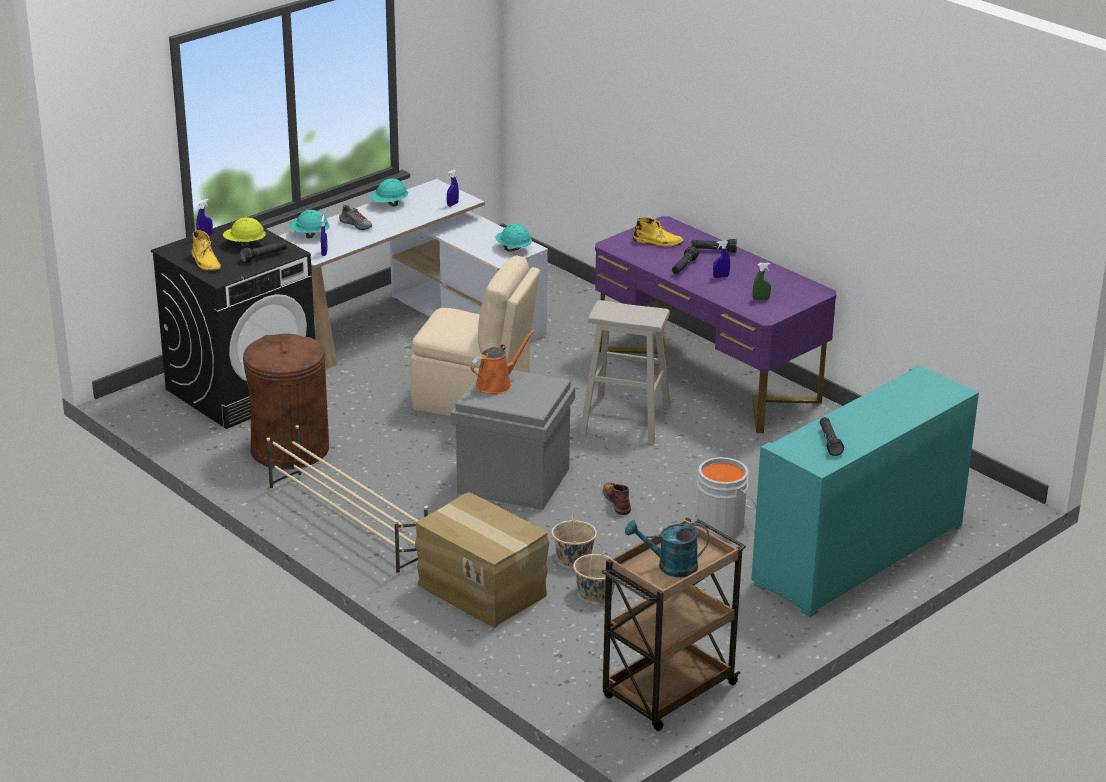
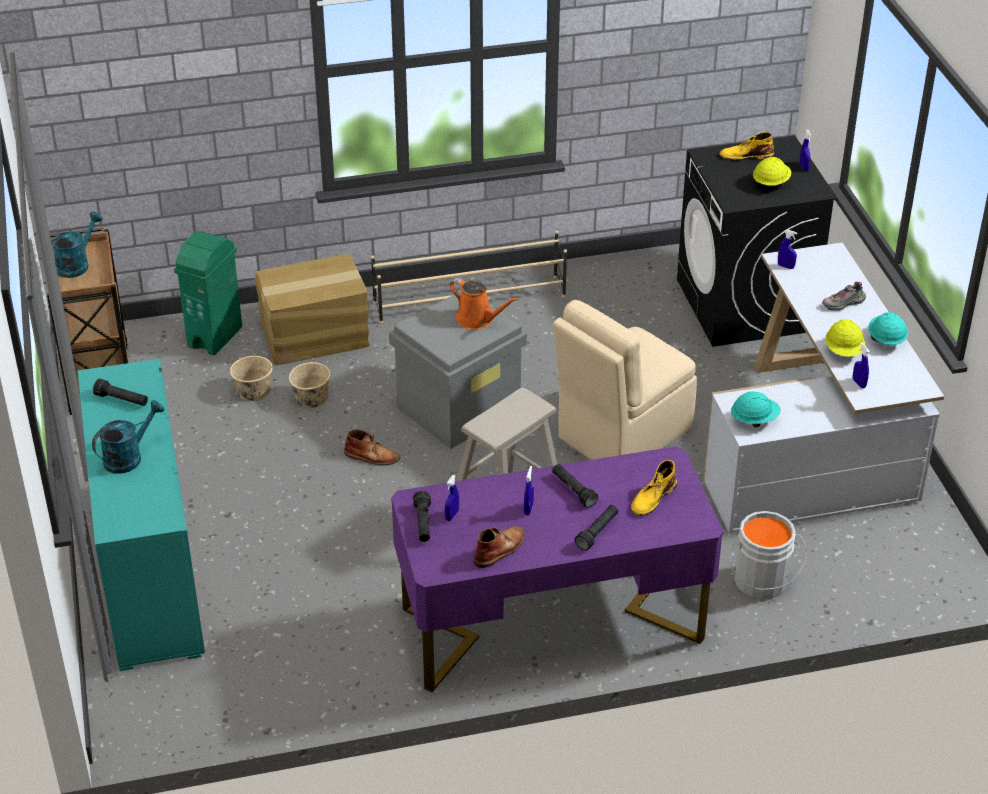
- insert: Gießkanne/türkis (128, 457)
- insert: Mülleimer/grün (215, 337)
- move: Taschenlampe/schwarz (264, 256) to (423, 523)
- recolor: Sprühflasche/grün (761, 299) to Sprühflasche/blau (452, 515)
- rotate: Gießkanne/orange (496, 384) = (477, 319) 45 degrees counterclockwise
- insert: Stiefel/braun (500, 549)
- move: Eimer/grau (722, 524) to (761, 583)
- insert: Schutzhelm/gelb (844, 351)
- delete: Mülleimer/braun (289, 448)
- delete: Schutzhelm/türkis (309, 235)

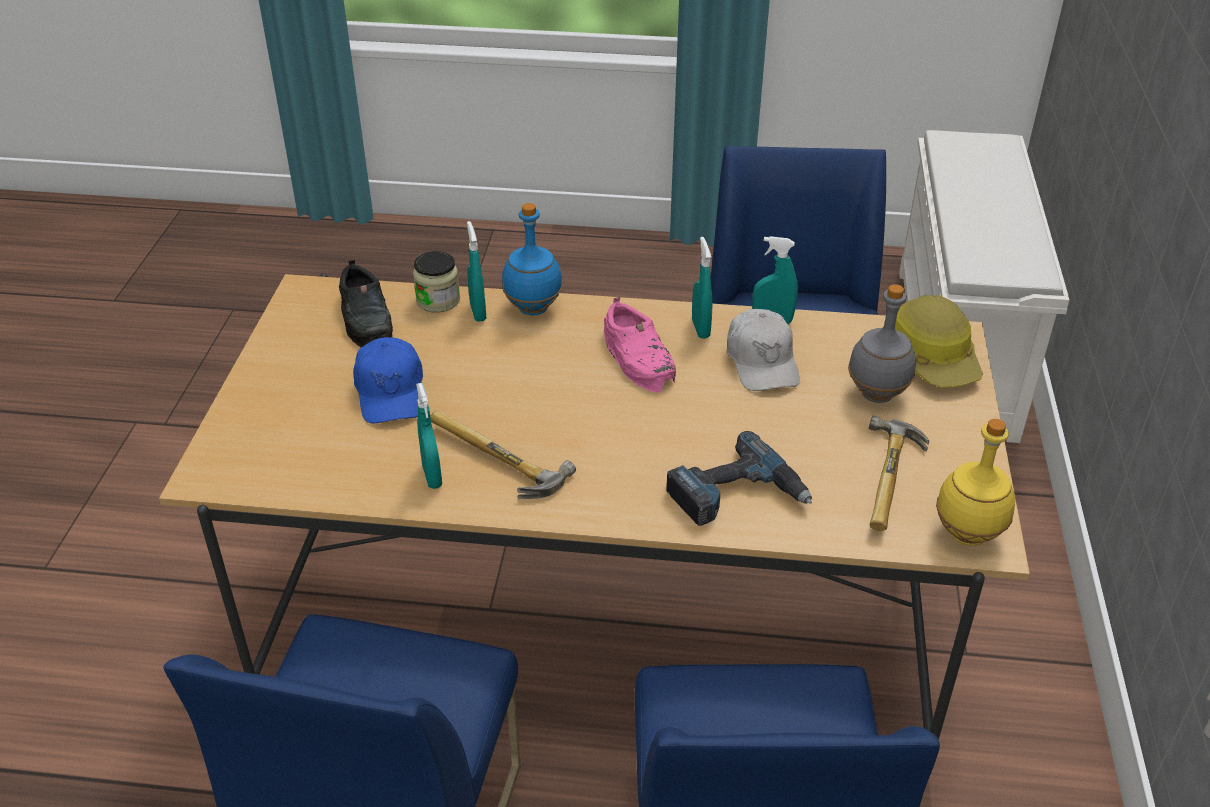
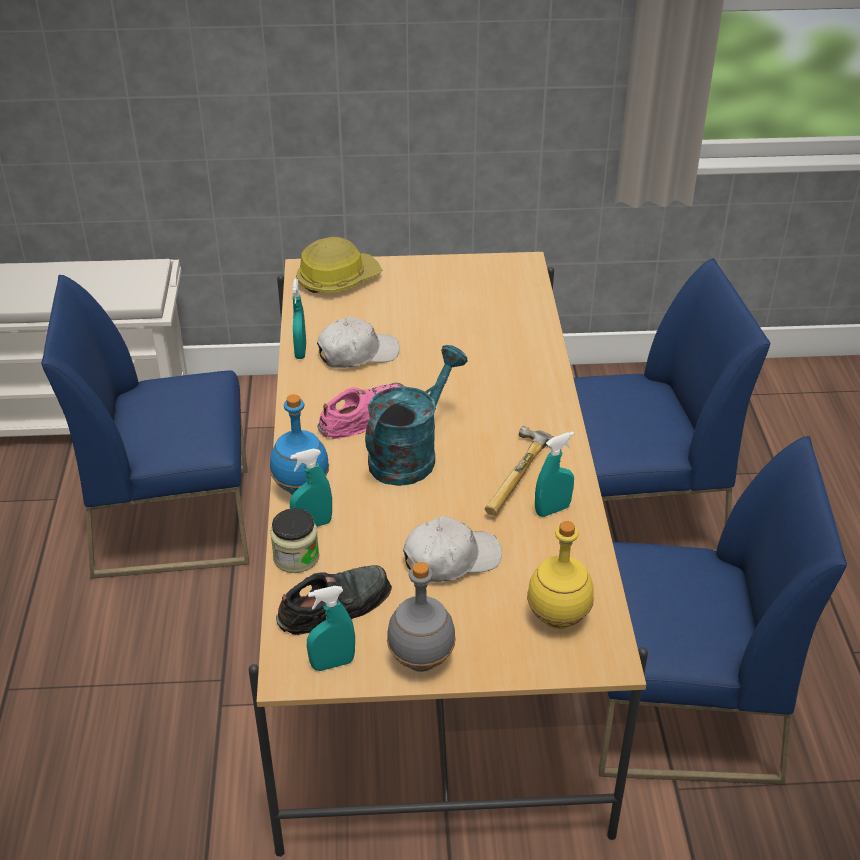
- move: Sprühflasche/türkis (700, 329) to (332, 663)
- insert: Gießkanne/türkis (410, 454)
- move: Flasche/grau (877, 394) to (420, 660)
- recolor: Kappe/blau (391, 392) to Kappe/weiß (450, 559)
- move: Flasche/gelb (966, 535) to (558, 619)
- delete: Bohrmaschine (737, 495)
- delete: Hammer (895, 481)

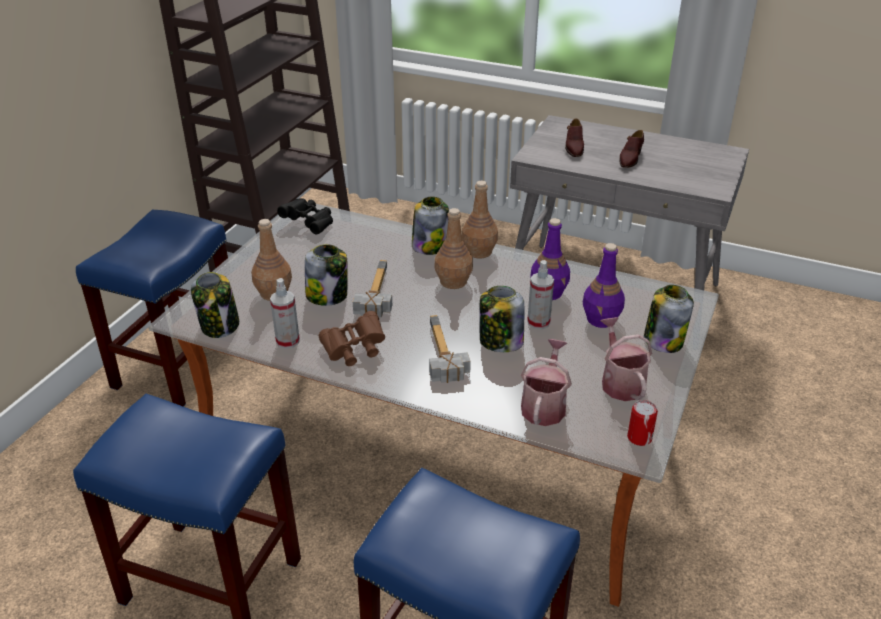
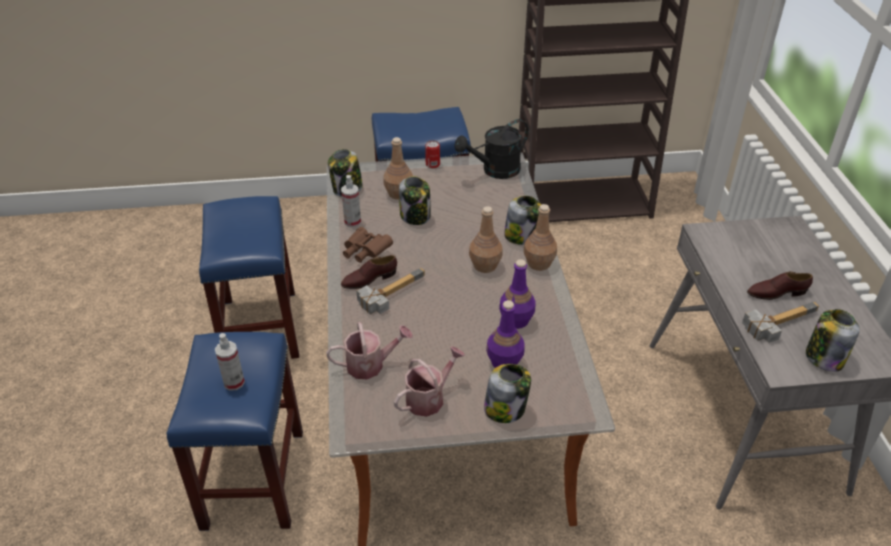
- move: Sprühflasche (538, 322) to (234, 382)
- move: Schuh/braun (573, 147) to (369, 279)
- move: Dose (639, 438) to (432, 164)
- replace: Fernglas/schwarz (309, 223) to Gießkanne/schwarz (495, 171)
- move: Hammer (372, 294) to (776, 321)
- move: Vorratsglas (500, 342) to (824, 357)

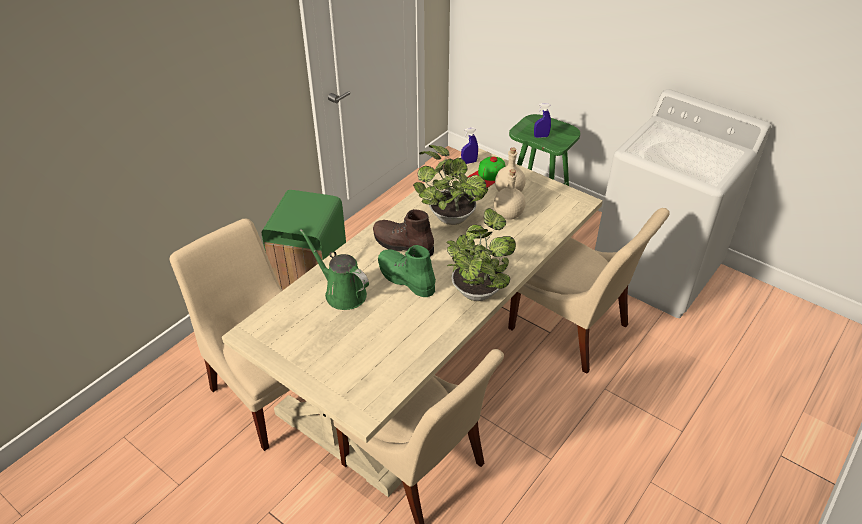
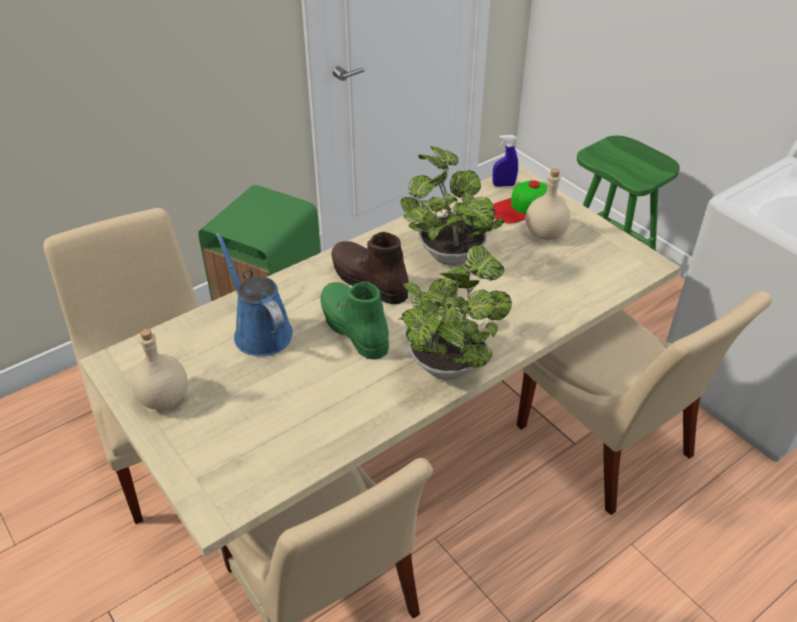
- move: Flasche/beige (508, 215) to (164, 399)
- recolor: Gießkanne/grün (342, 293) to Gießkanne/blau (260, 331)
- delete: Sprühflasche/blau (541, 136)

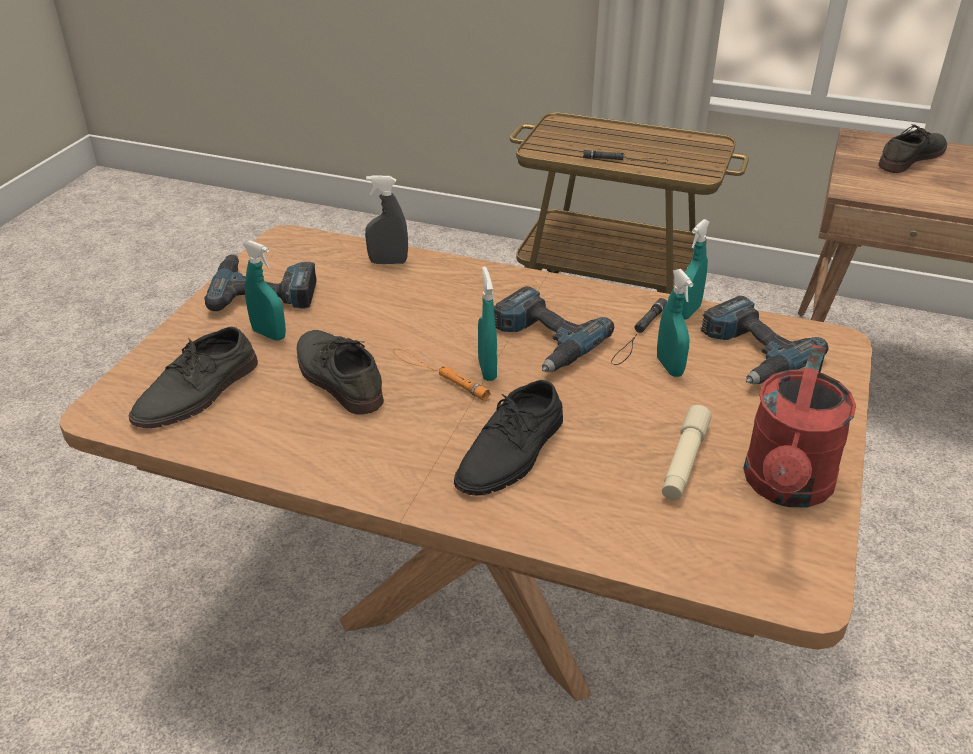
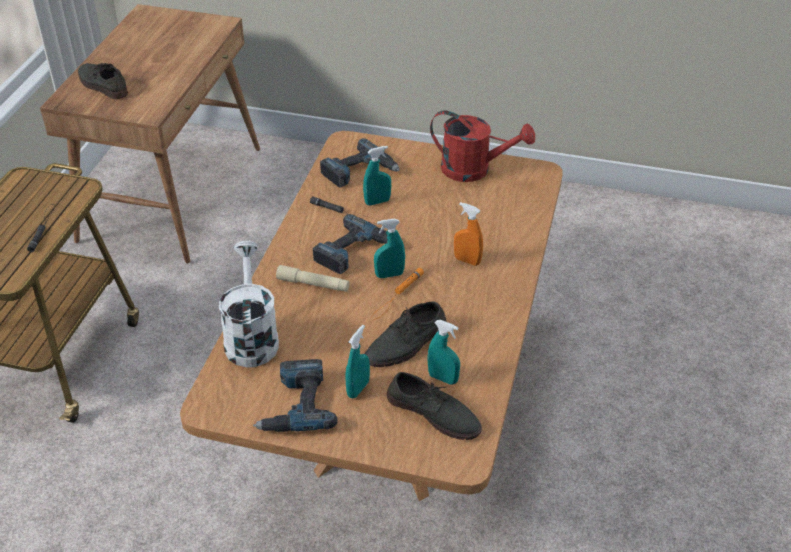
- replace: Sprühflasche/grau (388, 262) to Gießkanne/weiß (251, 337)
- move: Taschenlampe/beige (684, 461) to (313, 284)
- move: Sprühflasche/türkis (688, 312) to (443, 378)
- replace: Schuh/schwarz (512, 452) to Sprühflasche/orange (467, 260)

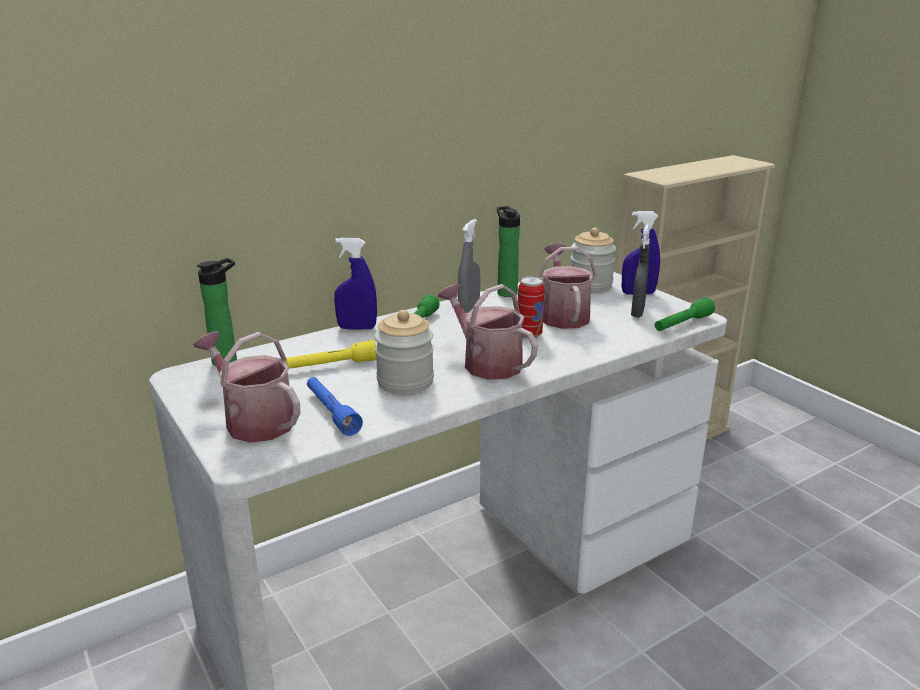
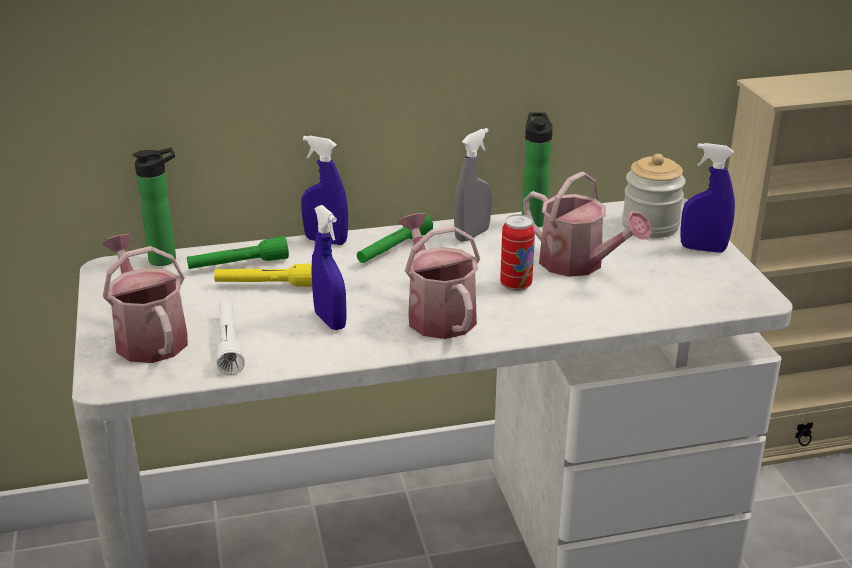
- move: Taschenlampe/grün (682, 324) to (238, 265)
- recolor: Taschenlampe/blau (331, 413) to Taschenlampe/weiß (229, 343)
- replace: Vorratsglas (405, 382) to Sprühflasche/blau (330, 321)
- rotate: Gießkanne (562, 315) = (579, 264) 120 degrees clockwise
- delete: Sprühflasche/grau (637, 312)

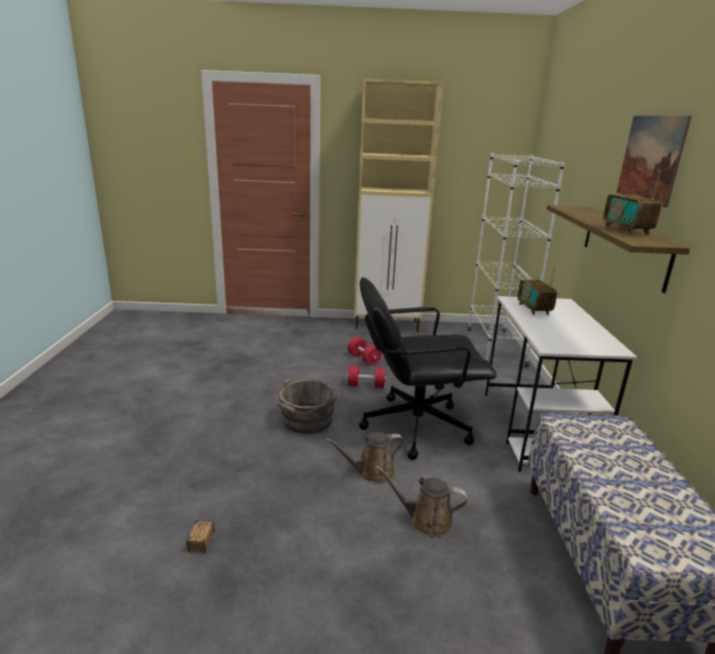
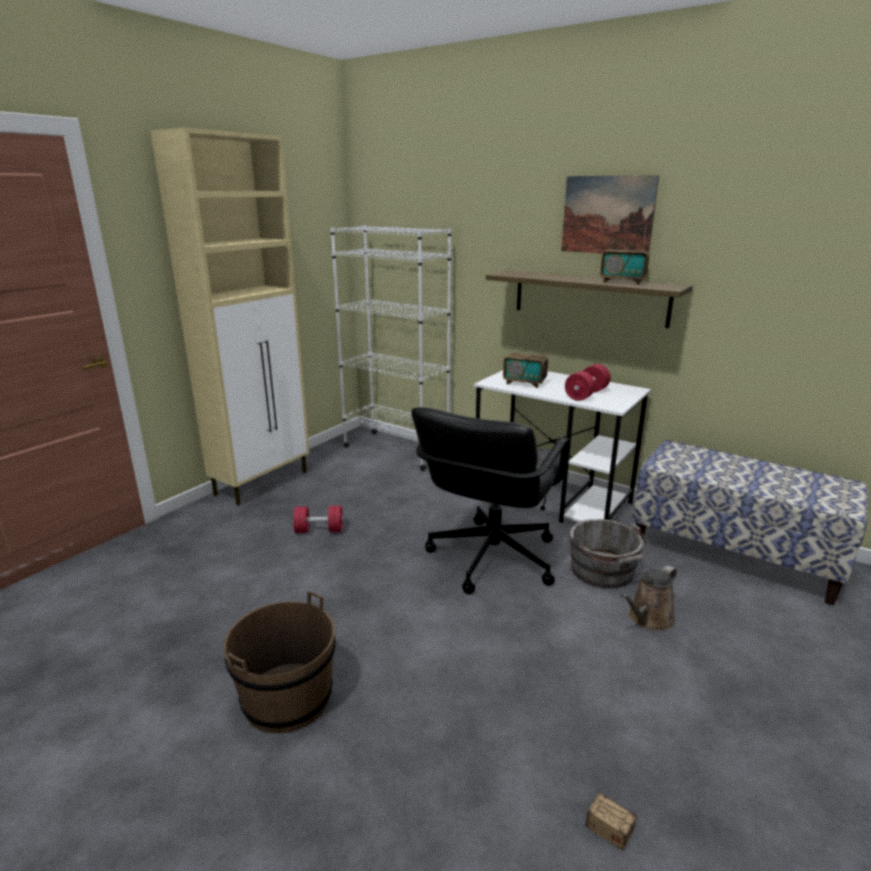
- insert: Eimer/braun (287, 698)
- move: Hantel/rot (366, 386) to (586, 394)
- move: Eimer/grau (305, 421) to (604, 572)
- delete: Gießkanne/braun (371, 472)

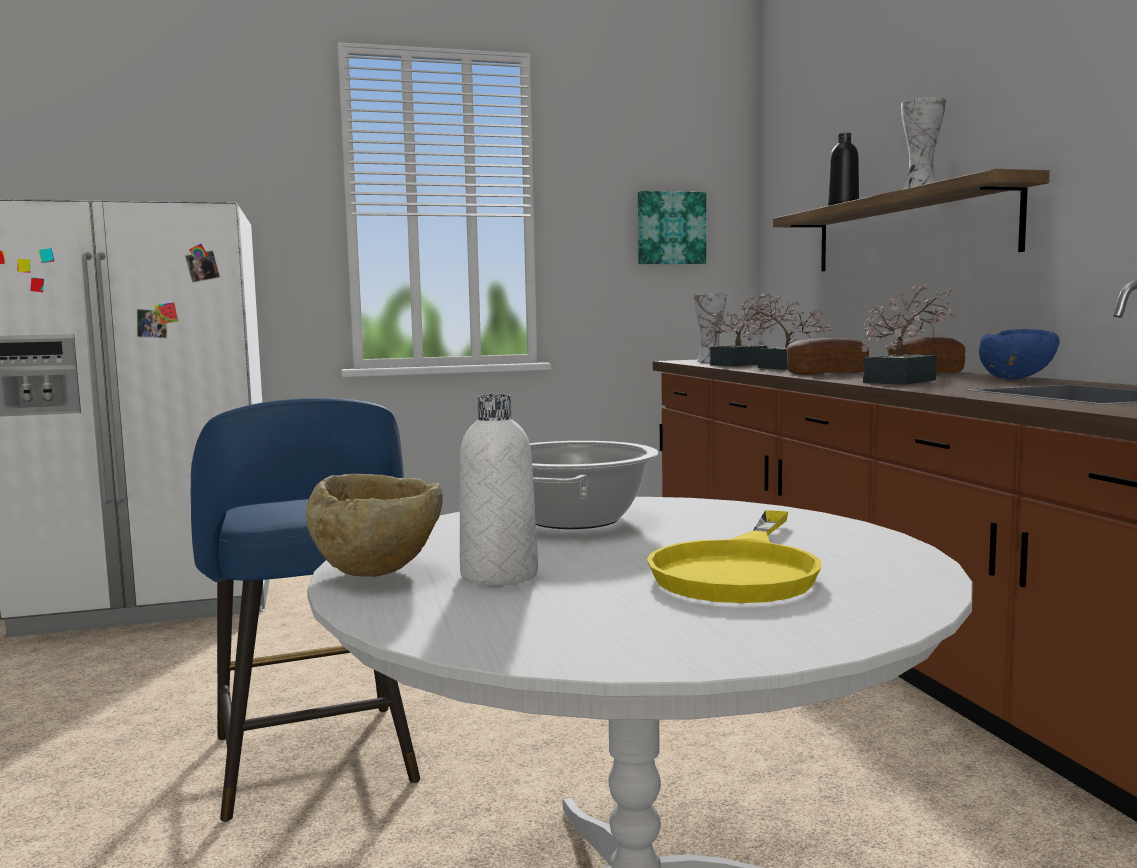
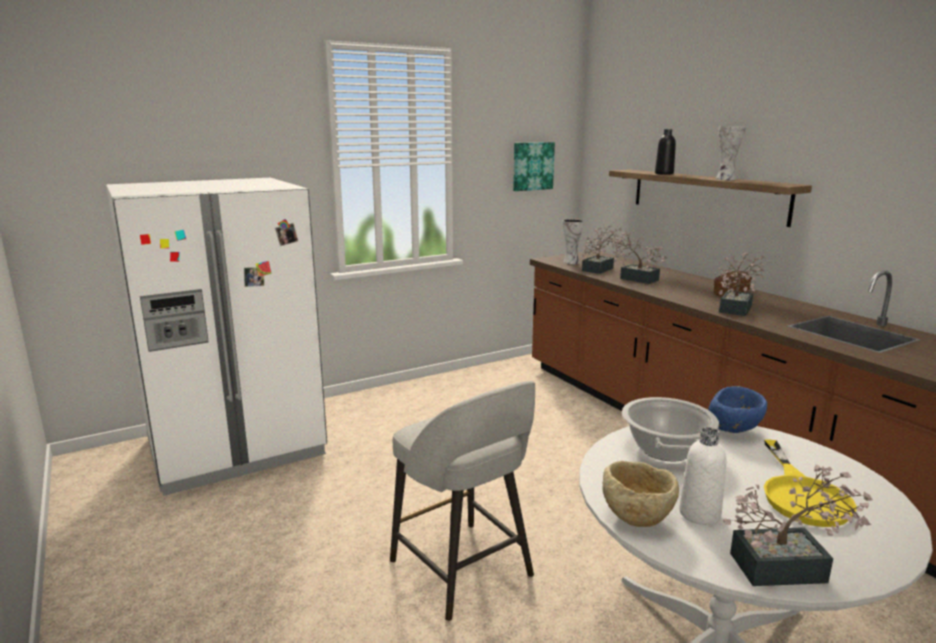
- recolor: Hocker/blau (314, 762) to Hocker/grau (463, 570)
- move: Schüssel/blau (1017, 379) to (734, 430)
- insert: Topfpflanze (788, 568)
- delete: Brot (827, 373)

